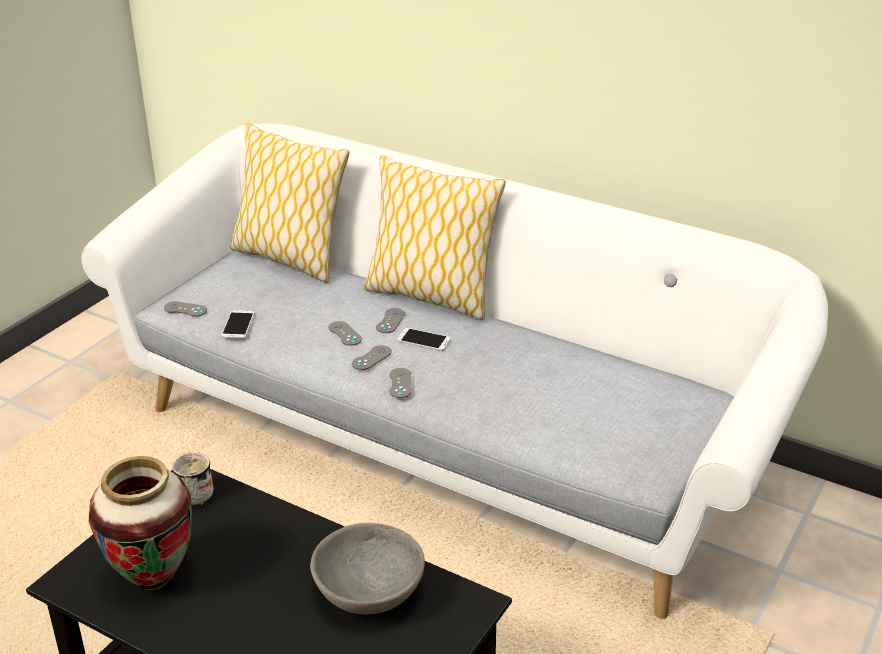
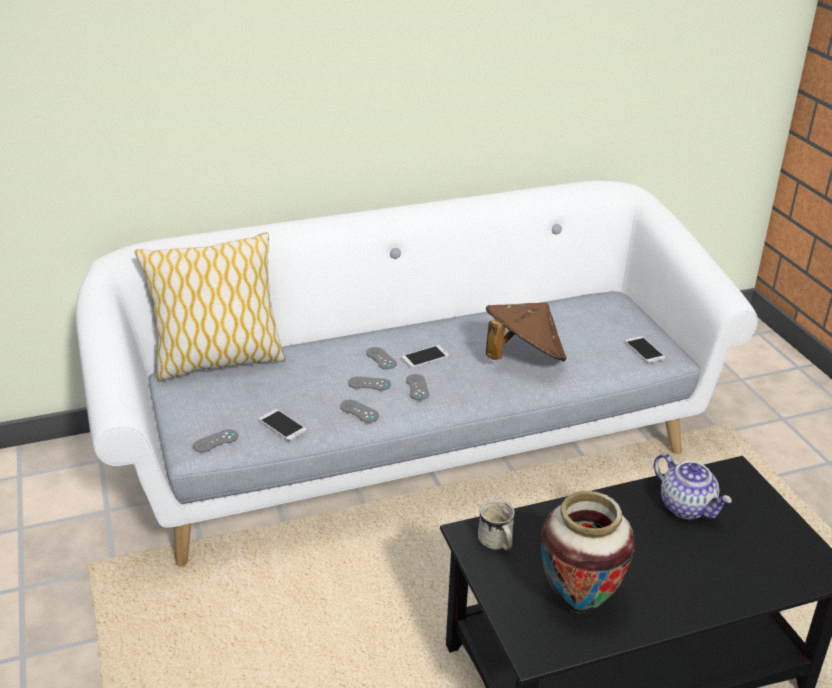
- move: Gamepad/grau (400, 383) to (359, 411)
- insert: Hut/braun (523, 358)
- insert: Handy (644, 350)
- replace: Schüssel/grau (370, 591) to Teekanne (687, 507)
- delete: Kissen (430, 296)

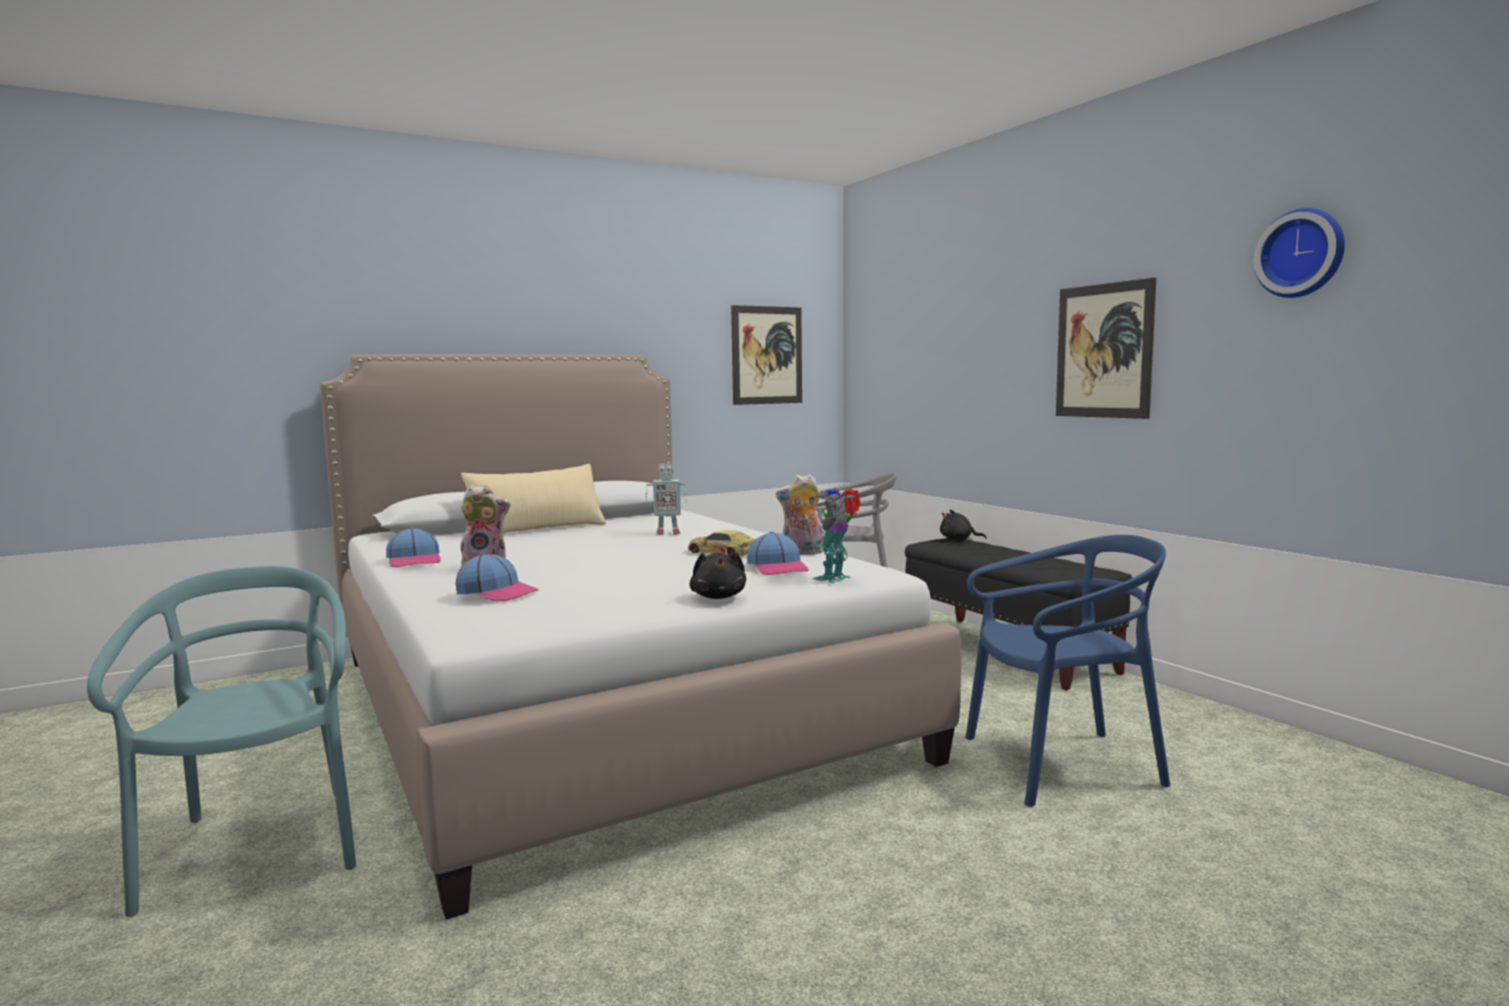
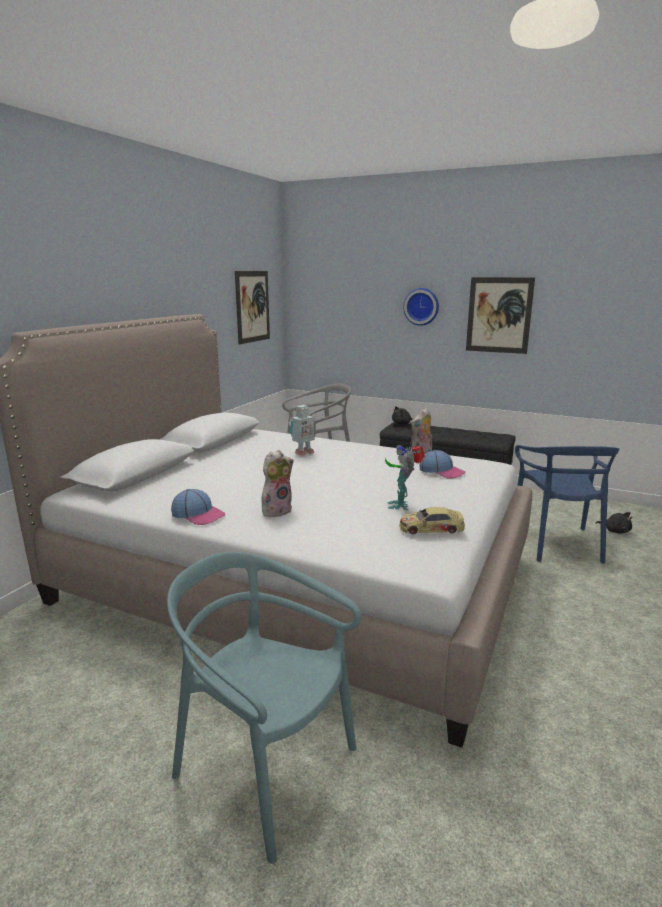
- move: Spielzeugroboter (835, 578) to (401, 505)
- move: Spielzeugauto (722, 553) to (431, 528)
- move: Wanduhr (1301, 254) to (421, 306)
- rotate: Stuhl/blau (1061, 764) = (557, 543) 135 degrees clockwise
- move: Plüschtier/schwarz (718, 597) to (615, 531)
- delete: Kappe (497, 592)
- delete: Kissen/beige (537, 529)

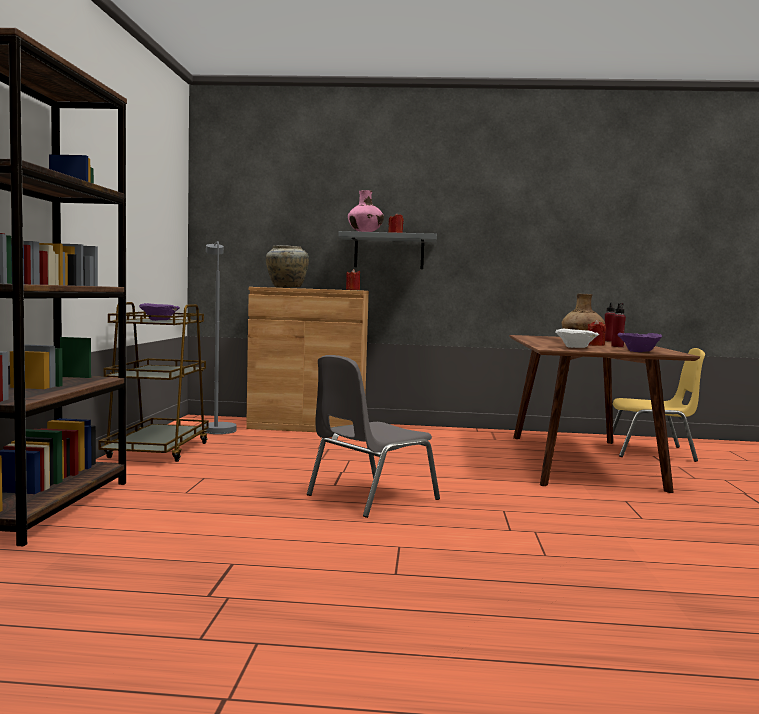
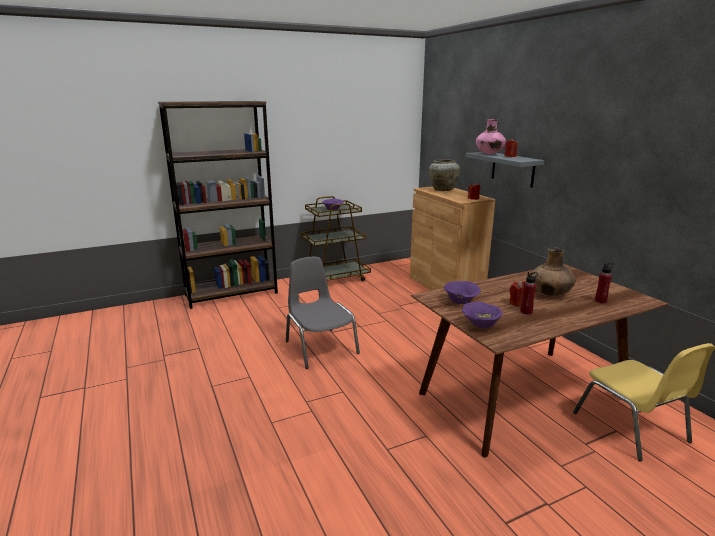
- rotate: Stuhl/grau (370, 497) = (320, 347) 45 degrees clockwise
- recolor: Schüssel/weiß (576, 348) to Schüssel/lila (461, 301)
- delete: Stehlampe/grau (217, 428)

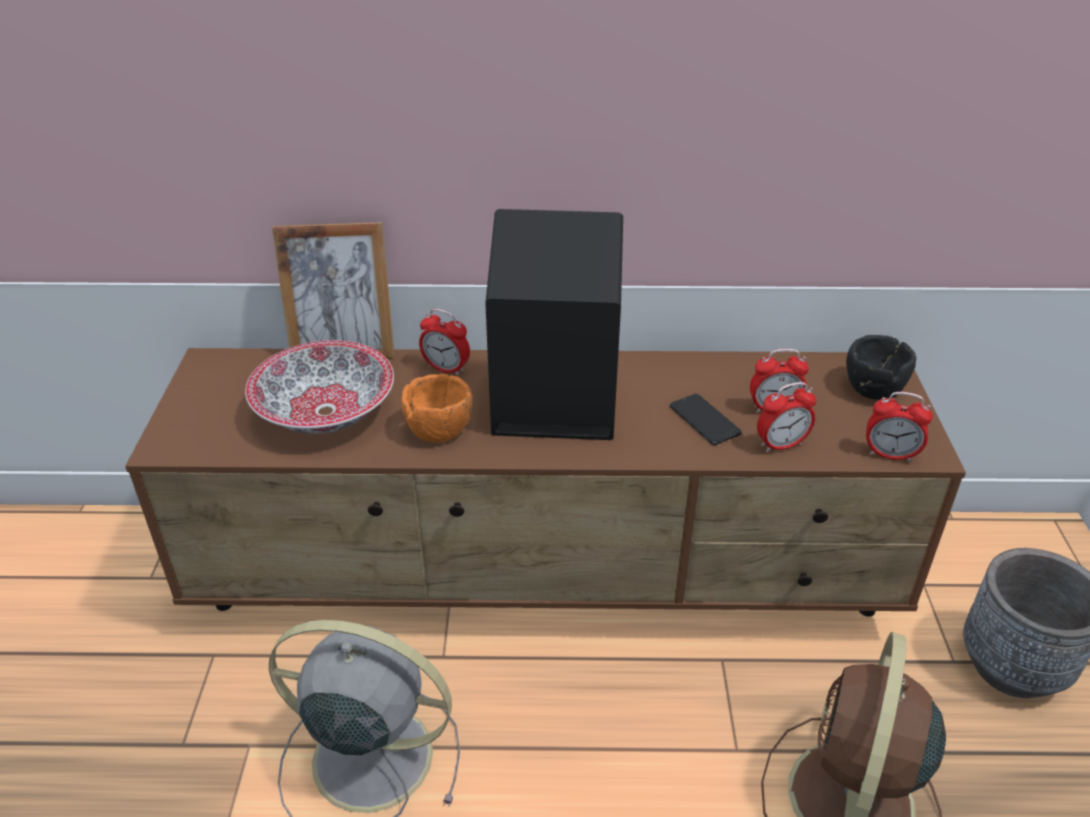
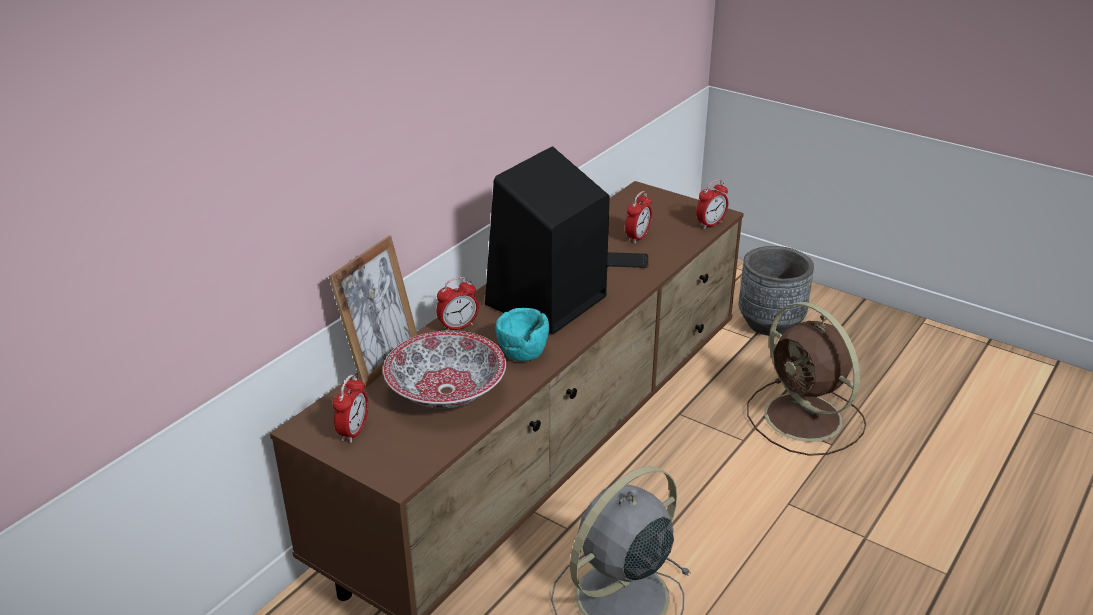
- move: Wecker (781, 445) to (354, 431)
- recolor: Schüssel/orange (439, 429) to Schüssel/türkis (523, 352)
- delete: Schüssel/schwarz (873, 388)

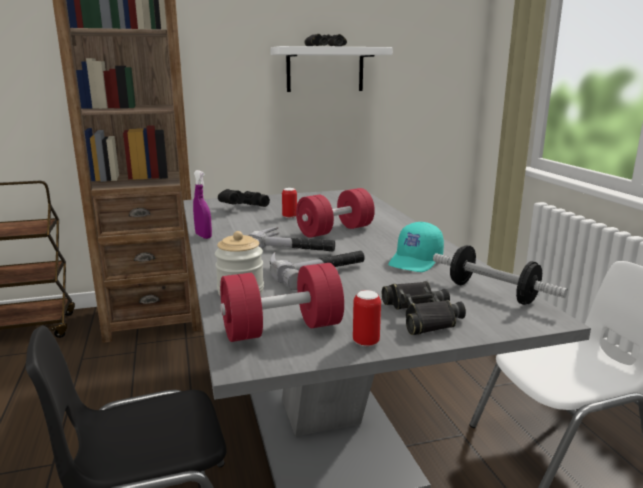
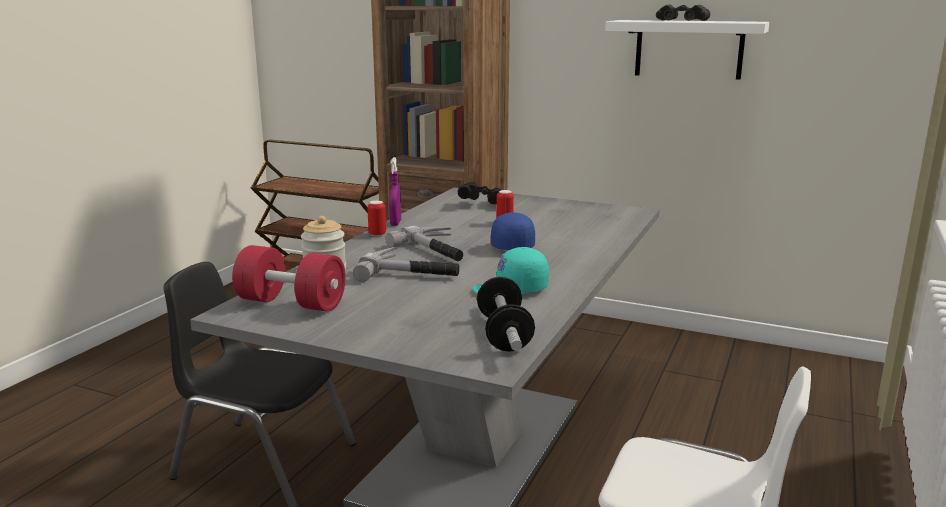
- move: Dose (366, 342) to (377, 234)
- replace: Hantel/rot (335, 231) to Kappe/blau (512, 245)
- delete: Fernglas/schwarz (421, 315)

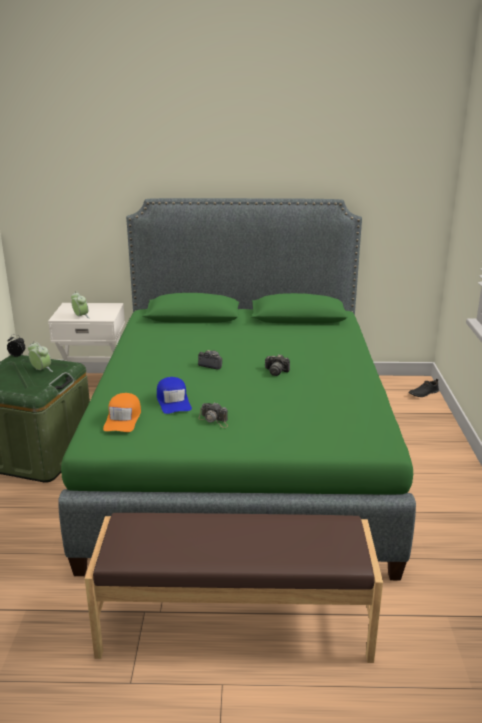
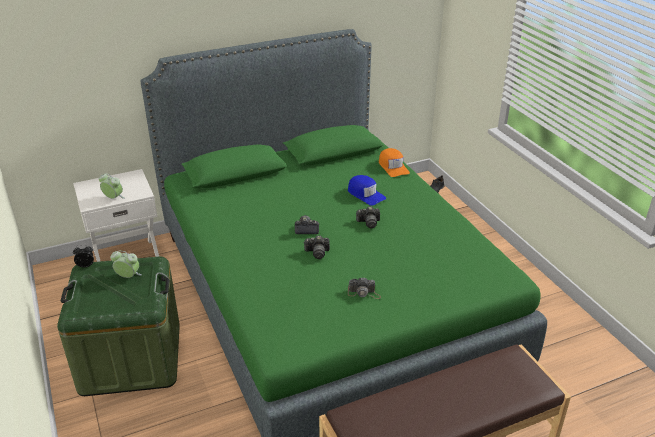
- insert: Kamera (317, 252)
- move: Kappe/blau (173, 401) to (365, 194)
- move: Kappe/orange (123, 419) to (393, 167)

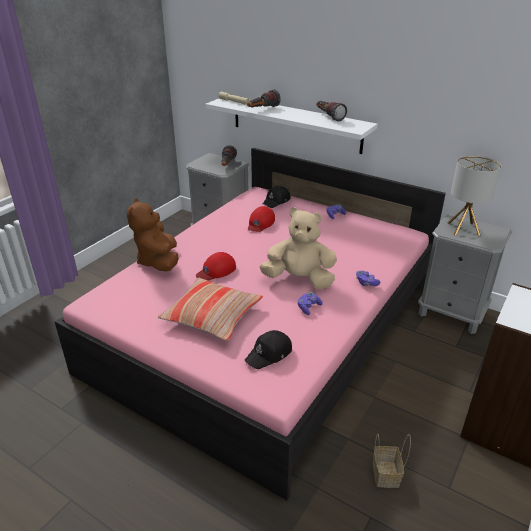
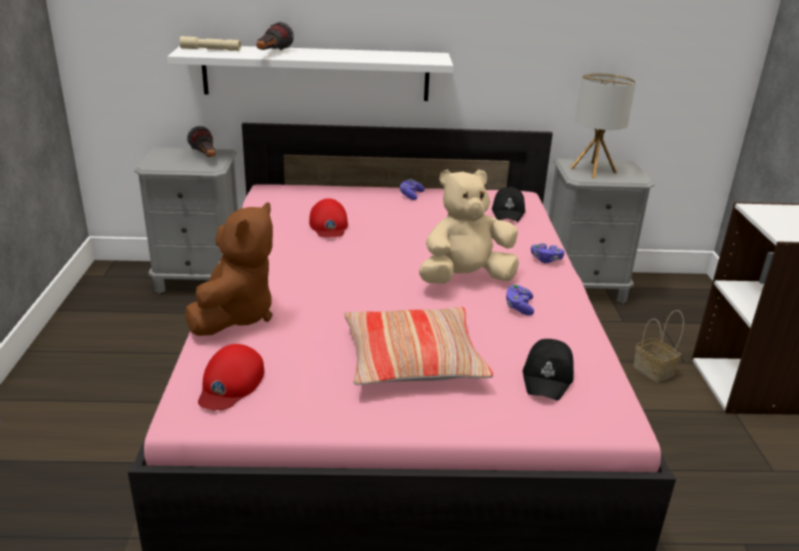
- rotate: Plüschtier/braun (158, 261) = (235, 315) 120 degrees counterclockwise
- move: Kappe/rot (216, 270) to (230, 384)
- move: Kappe/schwarz (276, 201) to (508, 212)
- move: Korb (386, 475) to (654, 371)
- delete: Taschenlampe (328, 117)

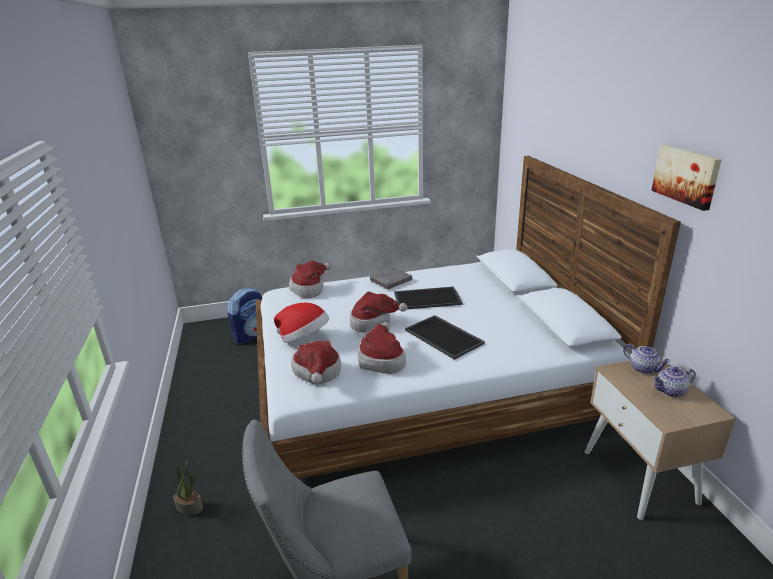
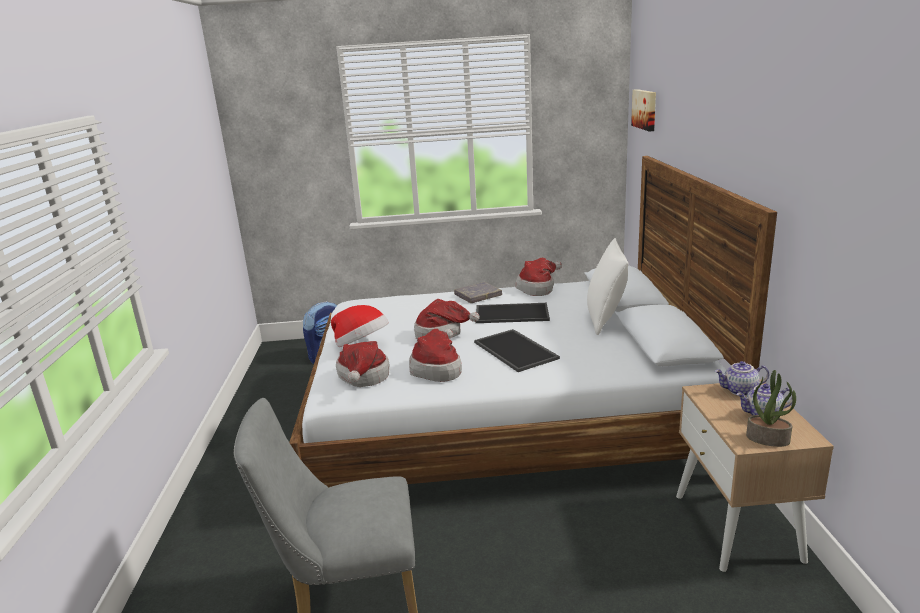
- move: Hut (310, 288) to (538, 288)
- insert: Kissen/weiß (605, 319)
- move: Bild (686, 175) to (645, 109)
- rotate: Teekanne (643, 368) = (740, 391) 120 degrees clockwise
- move: Topfpflanze (190, 507) to (768, 438)

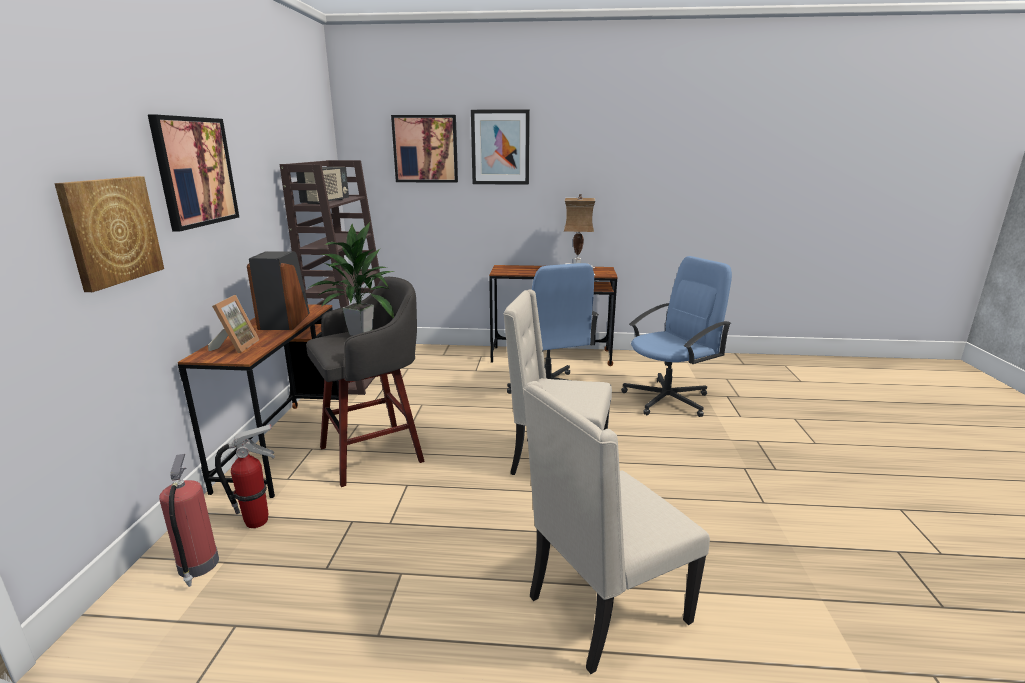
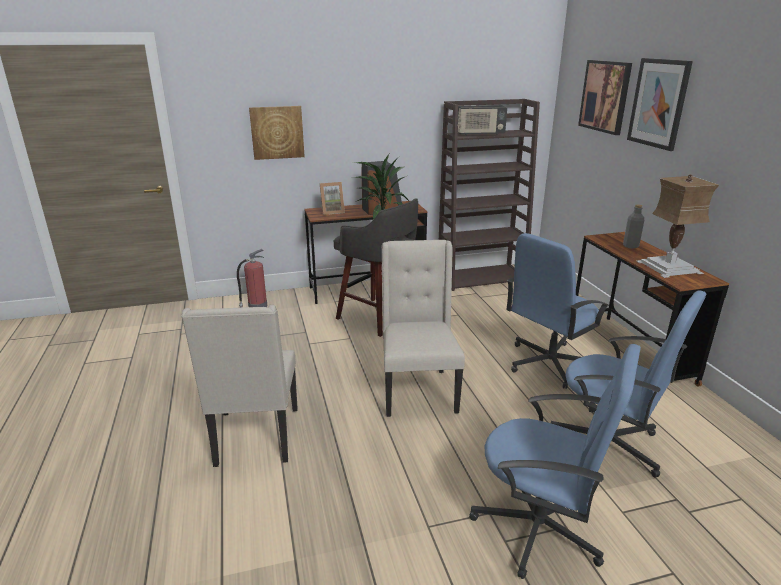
- rotate: Stuhl/beige (604, 609) = (256, 438) 135 degrees counterclockwise
- insert: Bürostuhl/blau (539, 527)
- insert: Flasche/grau (630, 246)
- delete: Bild (195, 172)
- delete: Feuerlöscher (258, 521)

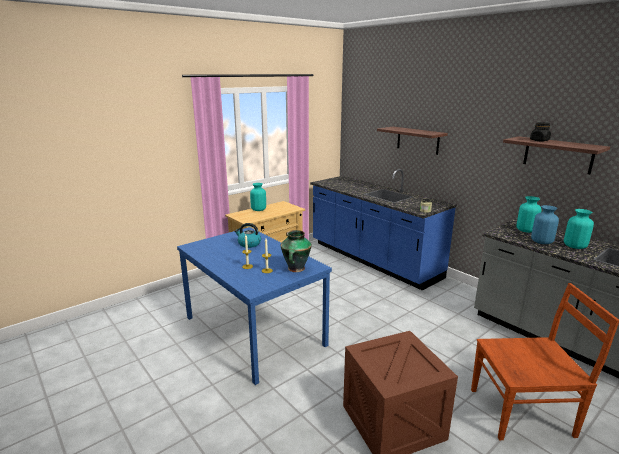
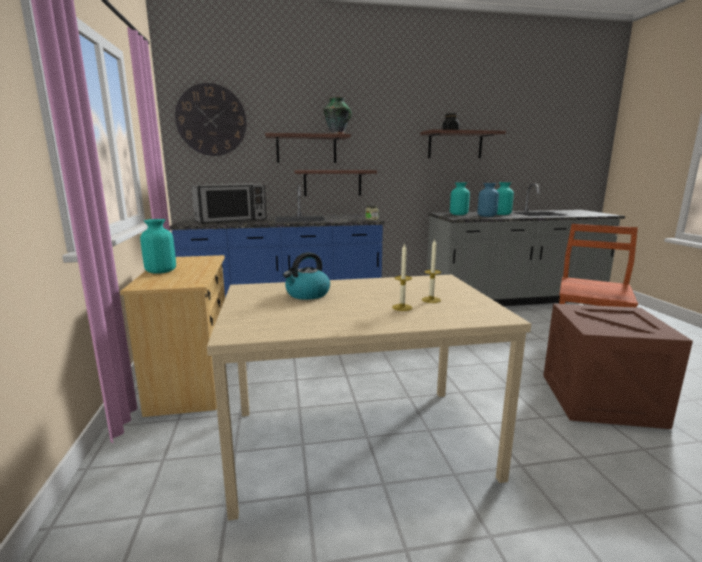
- insert: Wanduhr (211, 120)
- insert: Mikrowelle (231, 220)
- recolor: Esstisch/blau (255, 331) to Esstisch/beige (360, 442)
- insert: Wandregal (332, 183)
- move: Vase (296, 269) to (338, 134)

